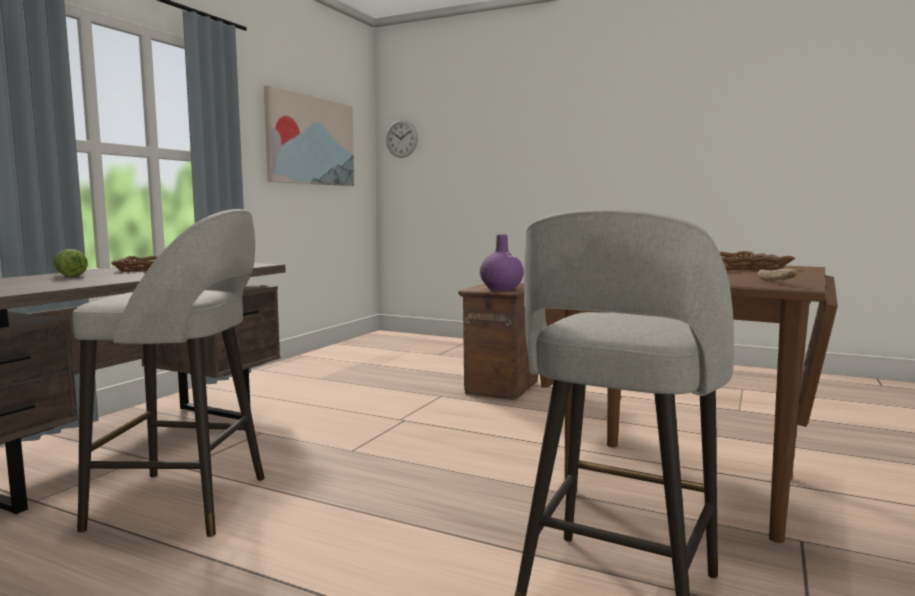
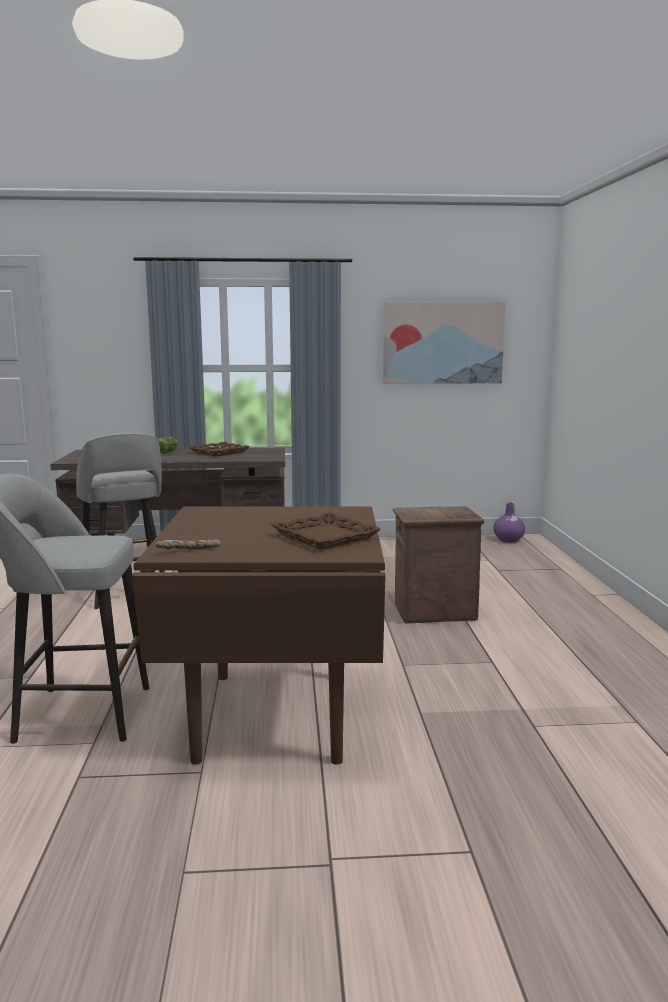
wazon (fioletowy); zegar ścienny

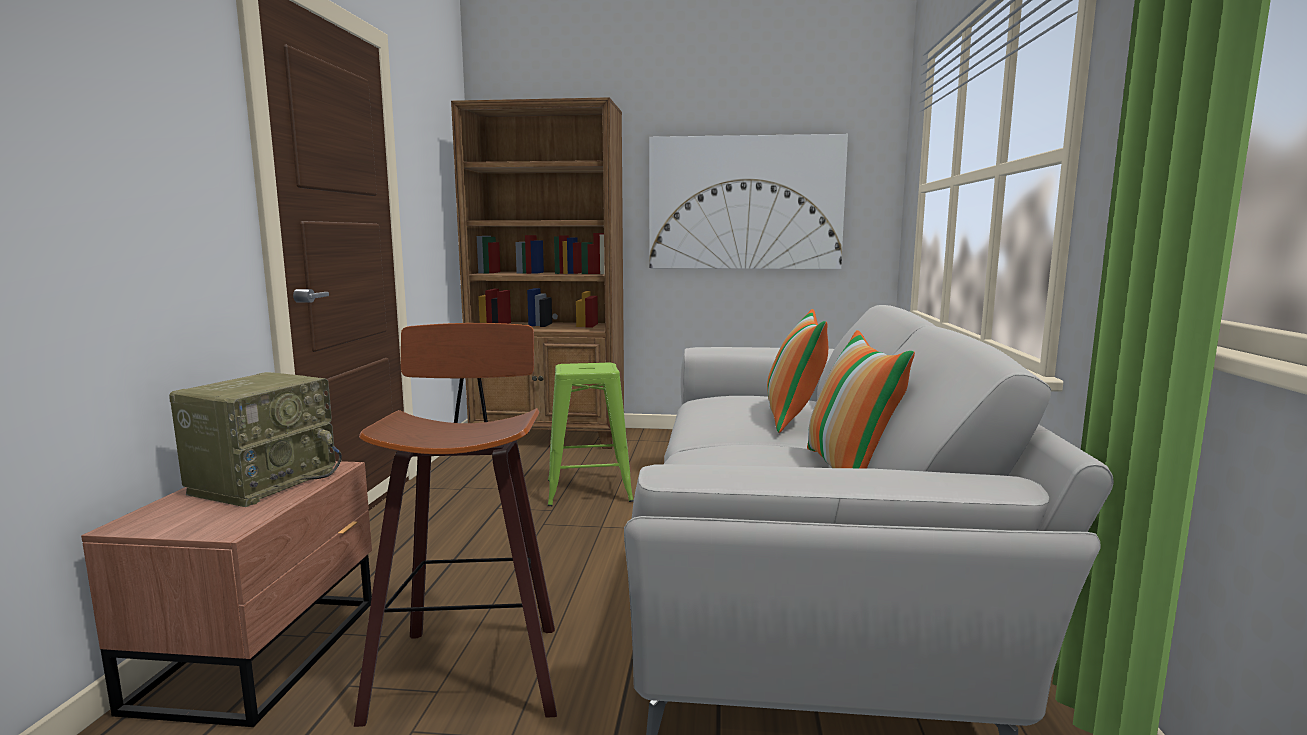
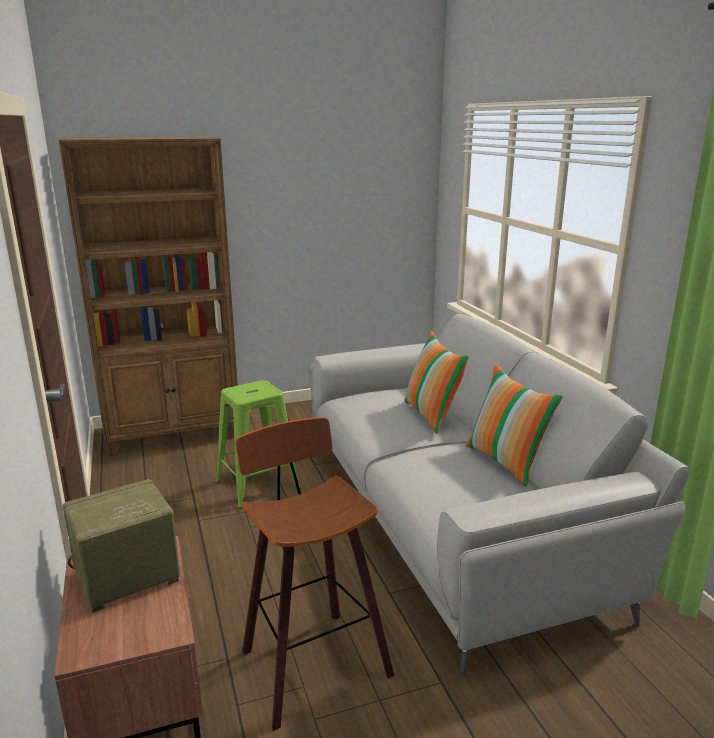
radio; obraz

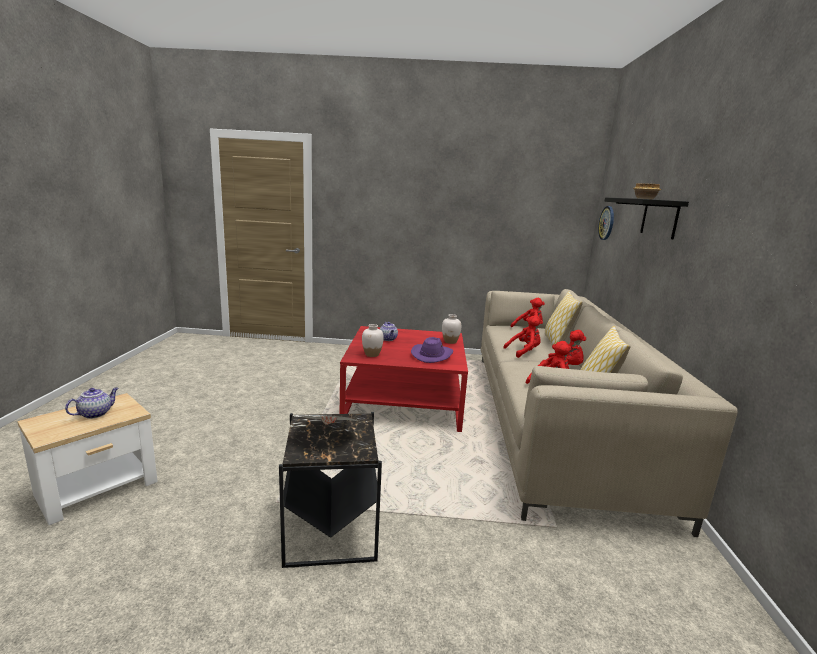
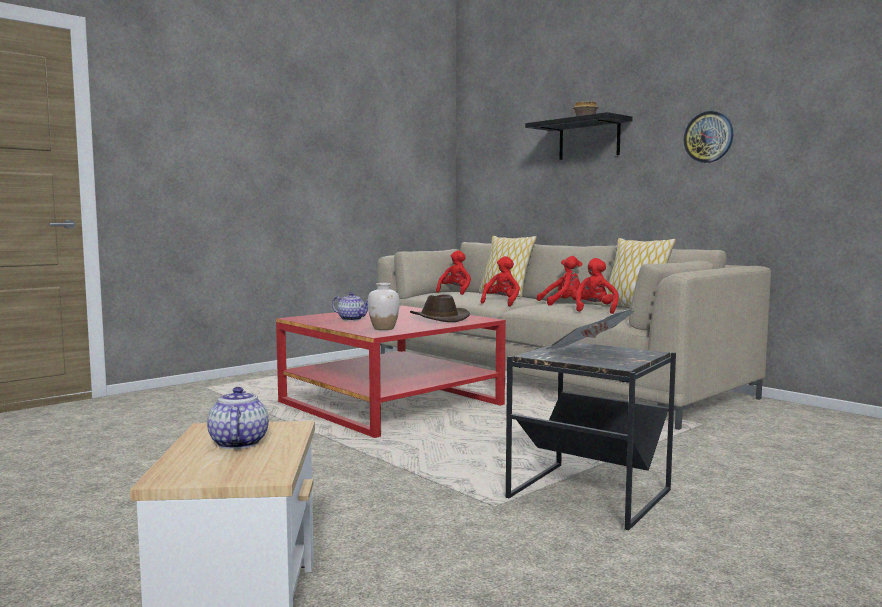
kapelusz (brązowy); zegar ścienny; wazon (biały) (2nd from left in the first image)

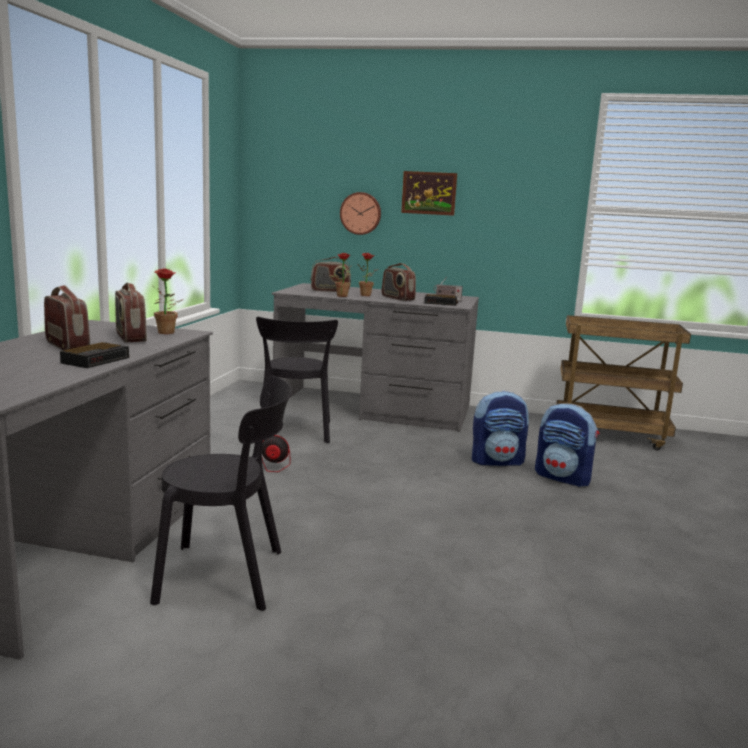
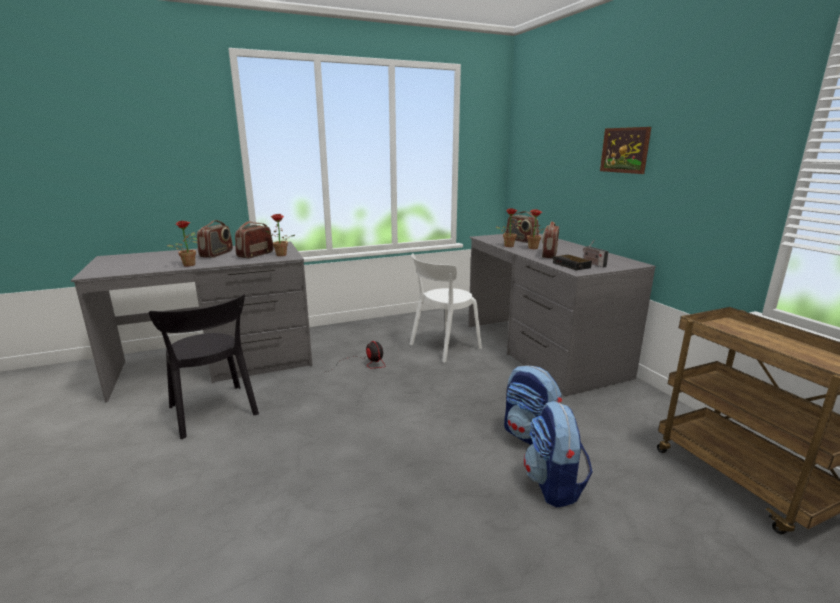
roślina doniczkowa (1st from left); krzesło (biały); zegar ścienny

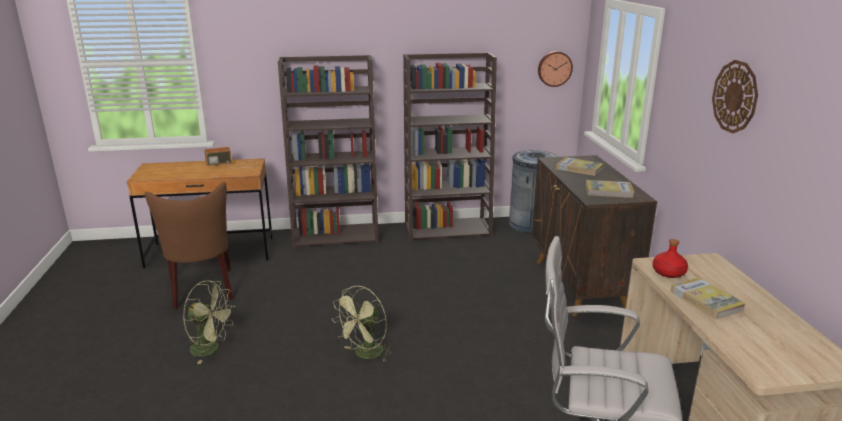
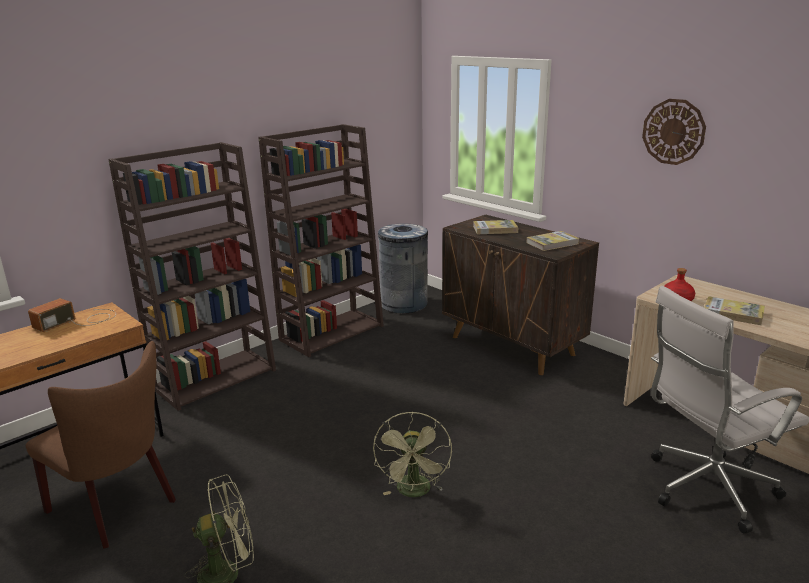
zegar ścienny (1st from left in the first image)

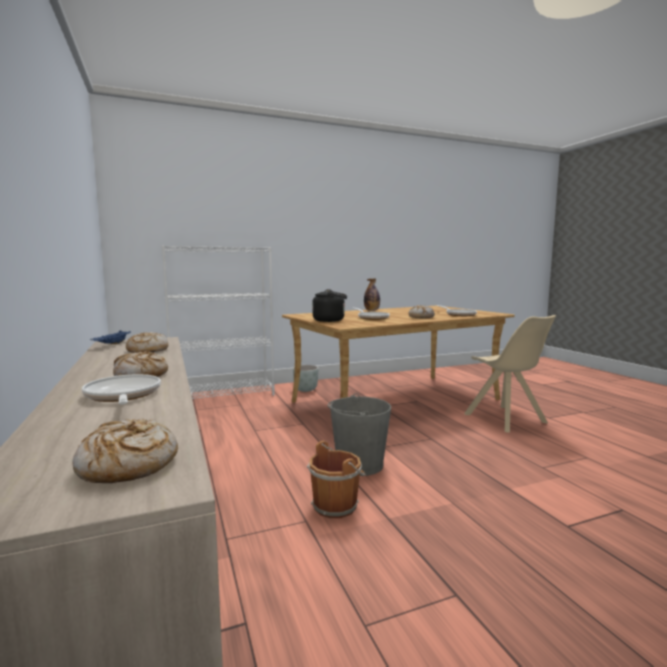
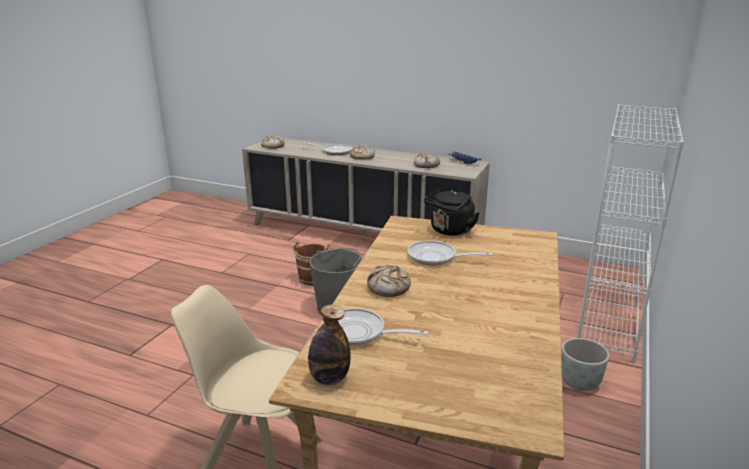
butelka

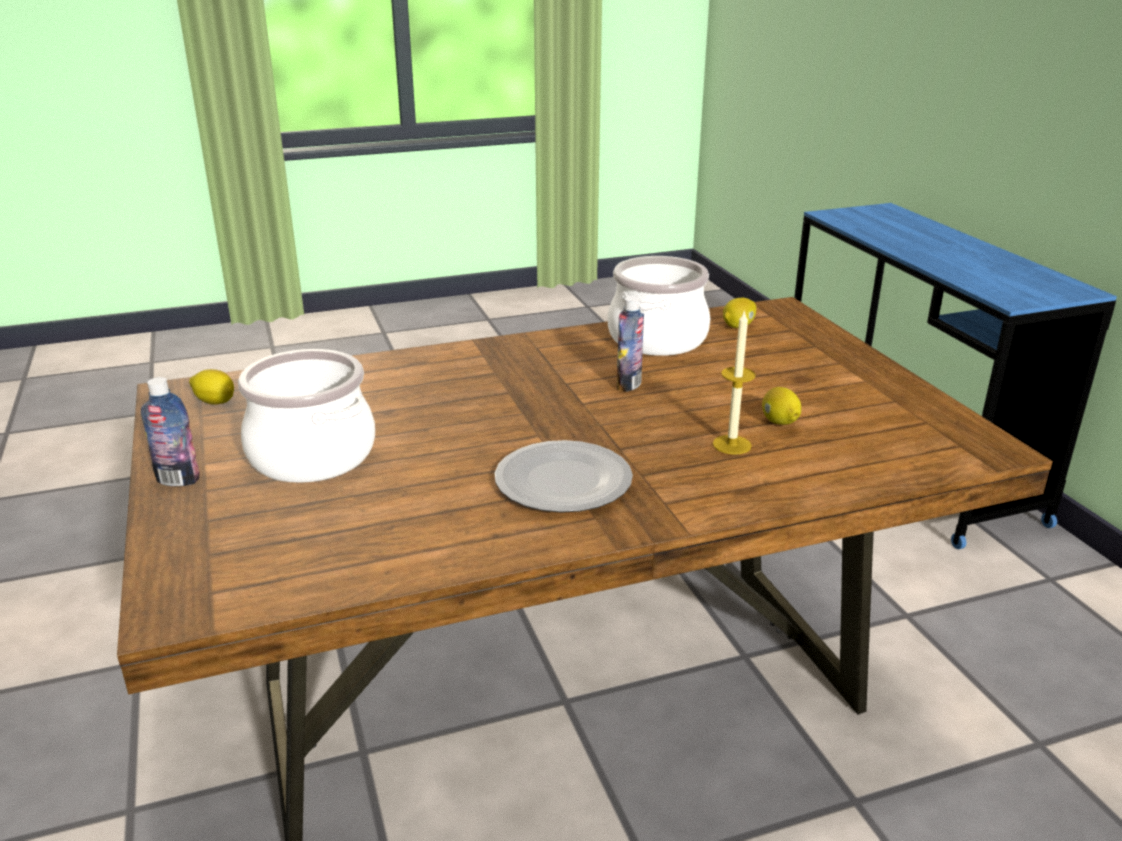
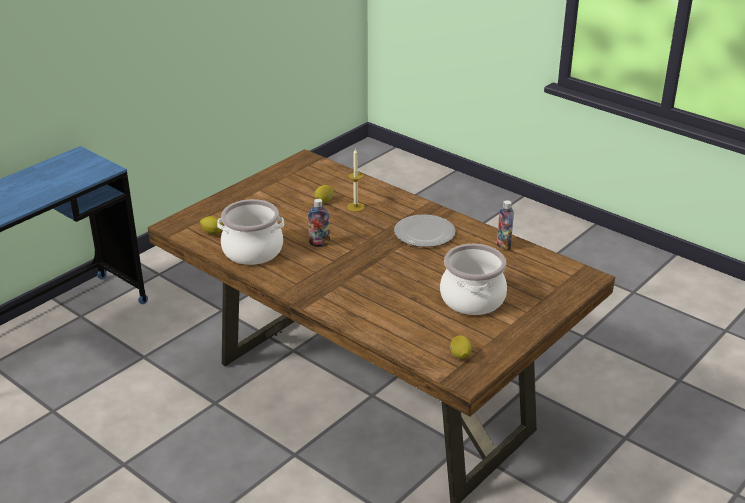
butelka (2nd from left)

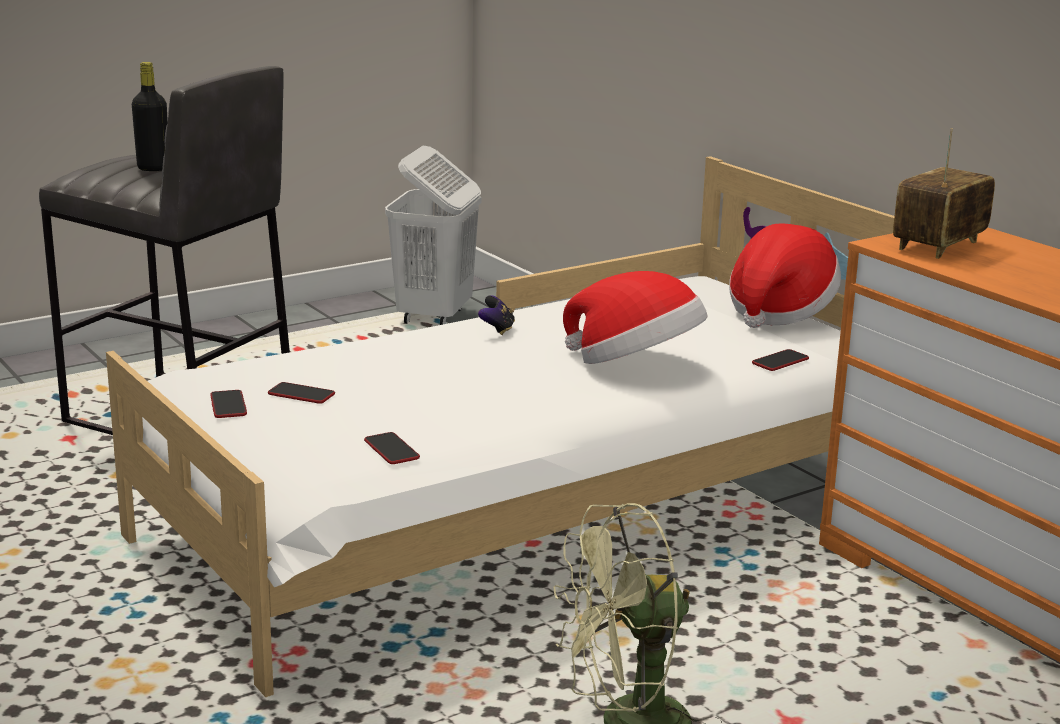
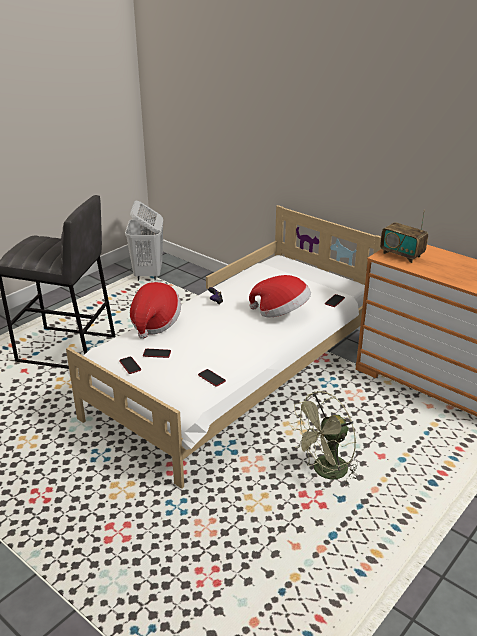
kapelusz (1st from left); radio; butelka (czarny)

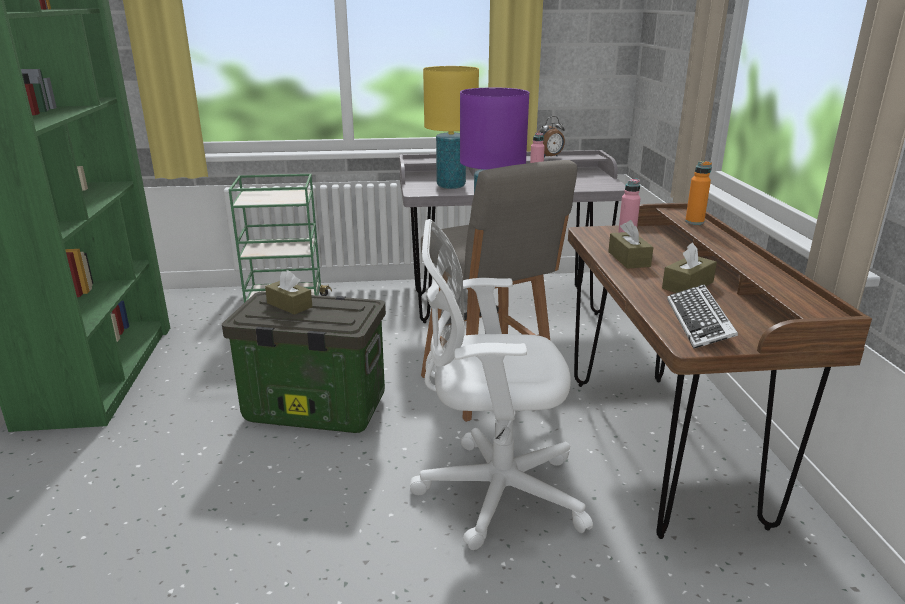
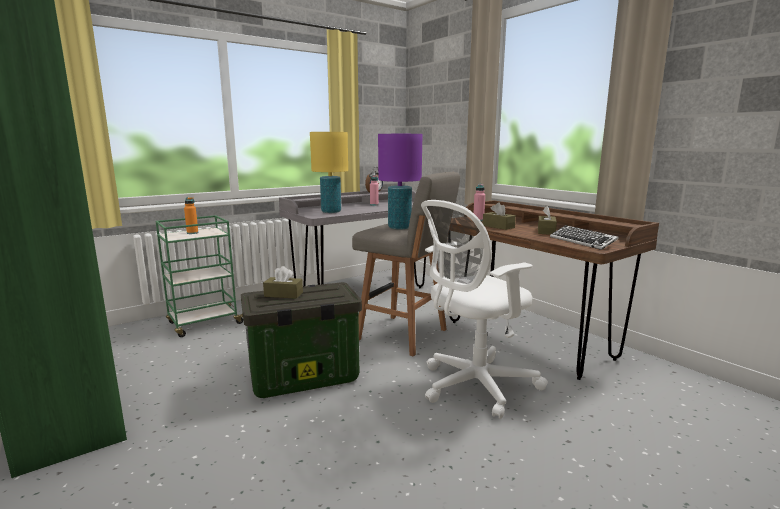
butelka (pomarańczowy)

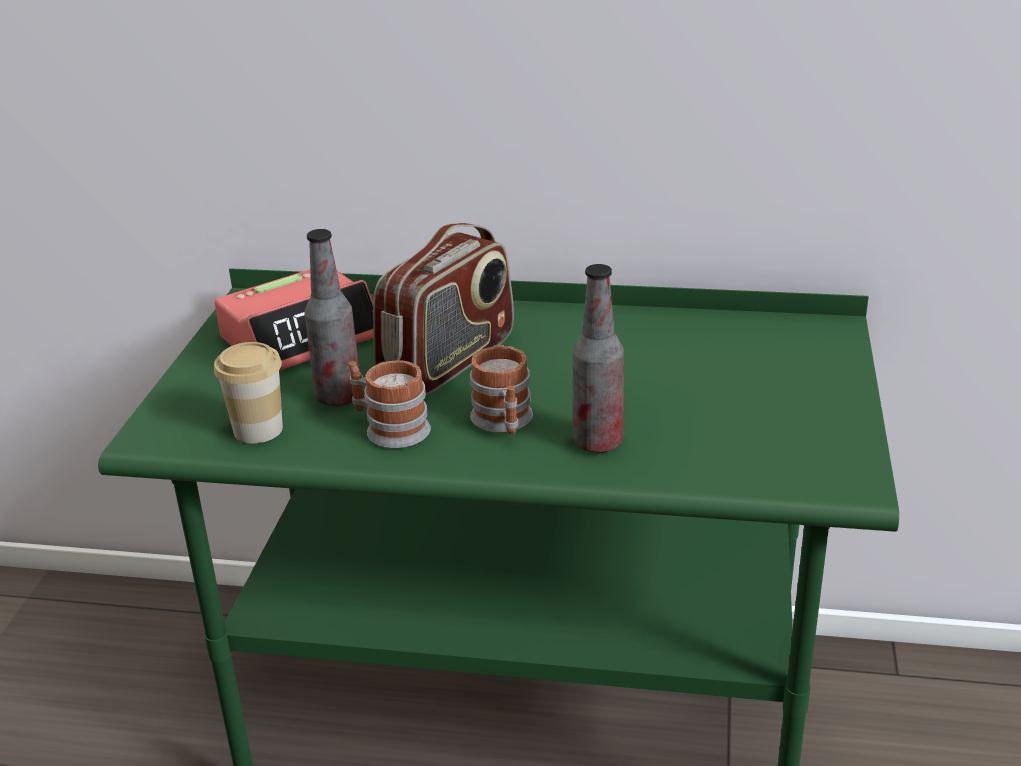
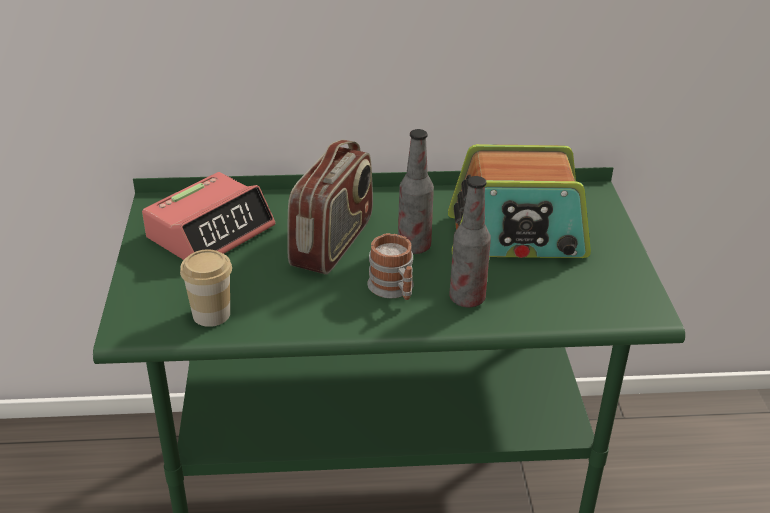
butelka (1st from left); radio (2nd from left); kubek (1st from left in the first image)

